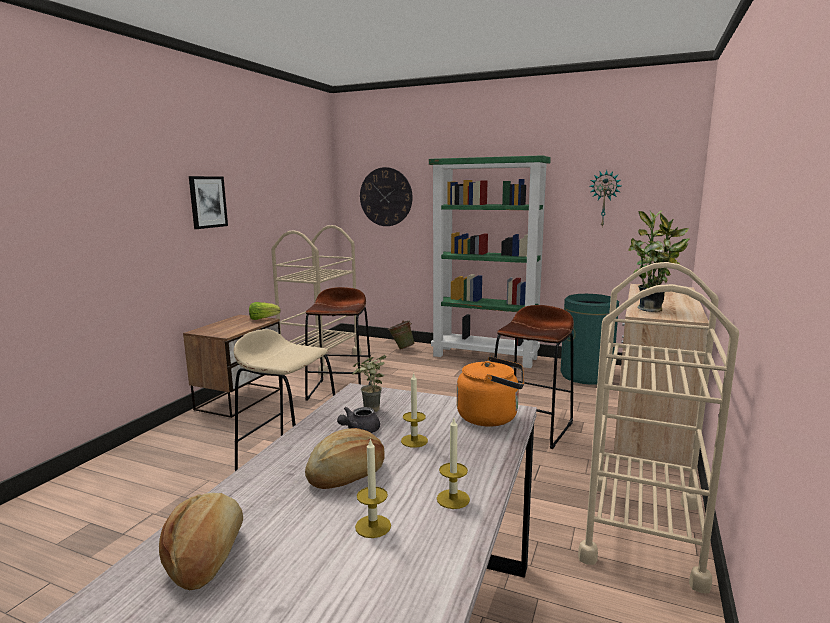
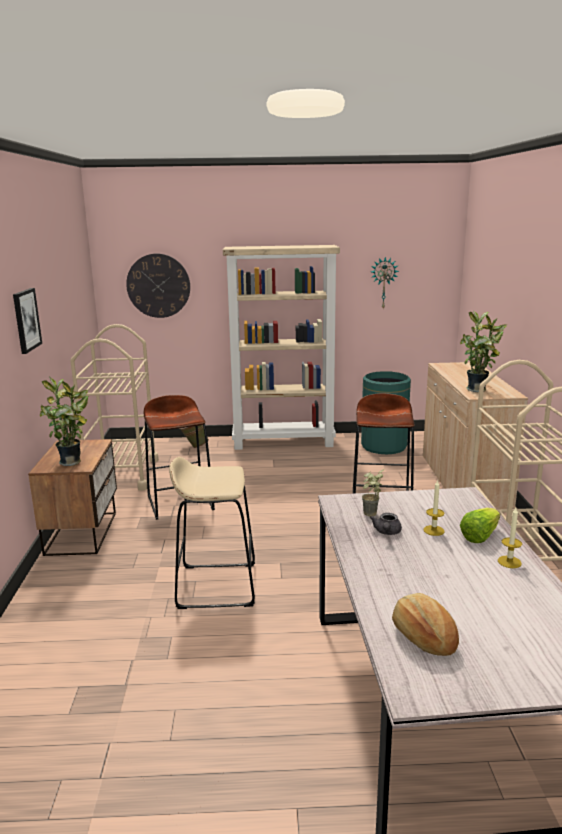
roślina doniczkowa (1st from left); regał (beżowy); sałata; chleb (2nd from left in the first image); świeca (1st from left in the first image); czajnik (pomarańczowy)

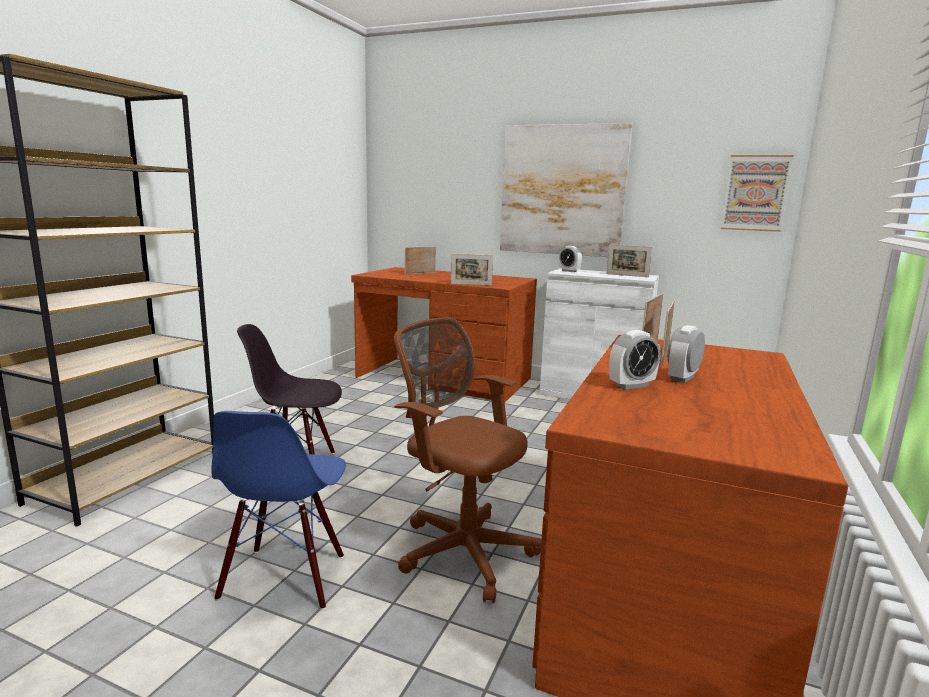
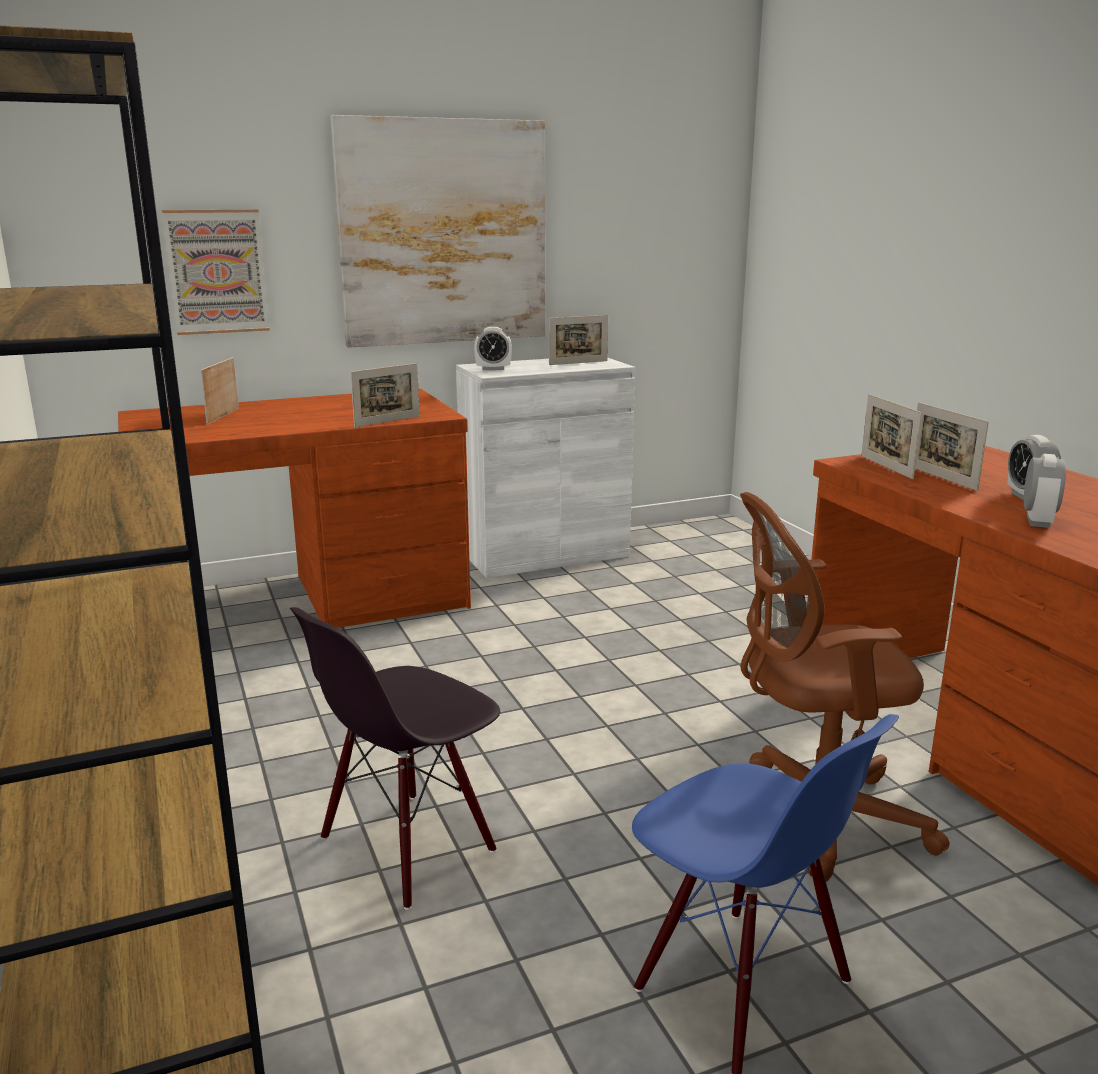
obraz (1st from left)

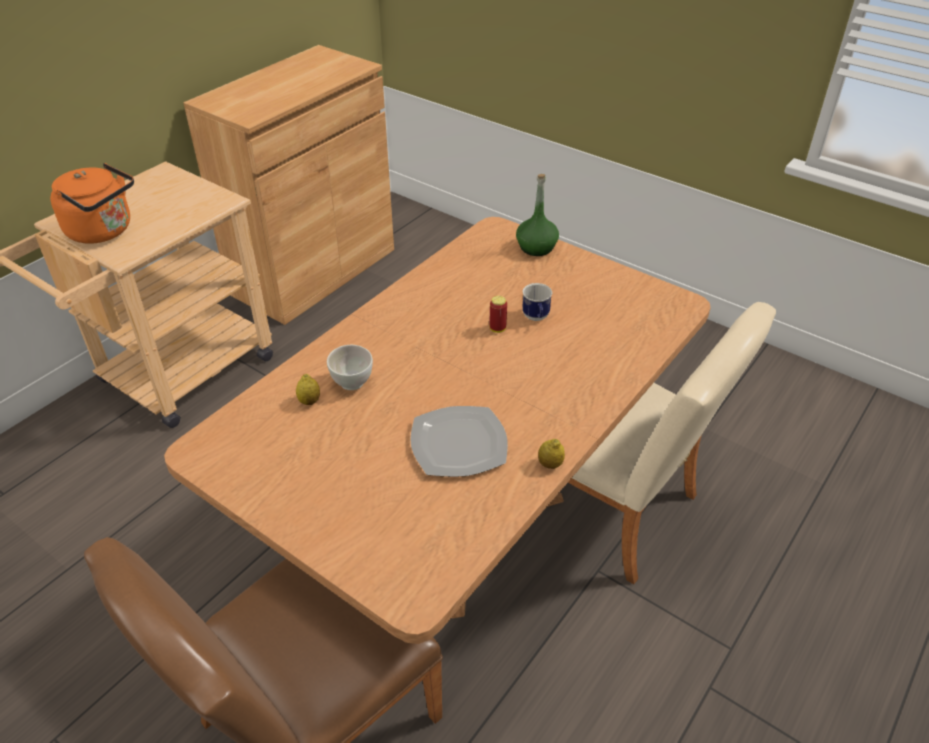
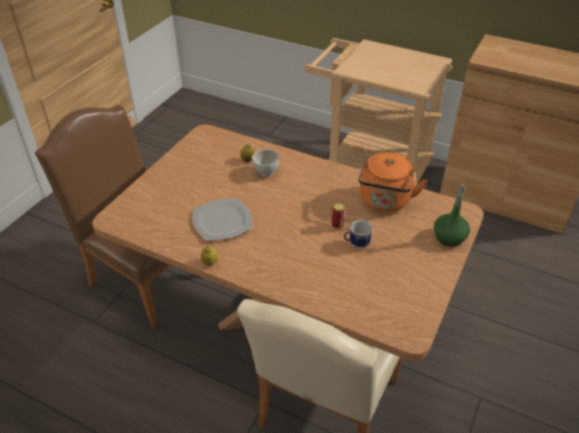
czajnik (pomarańczowy)

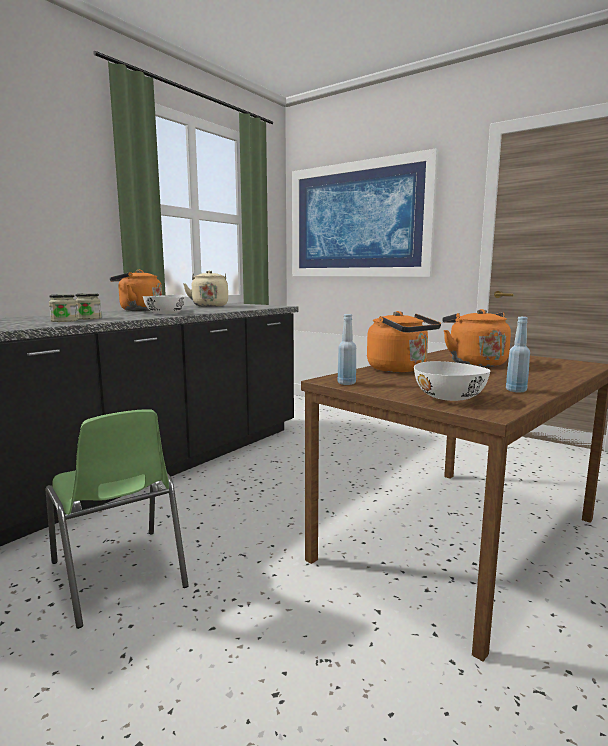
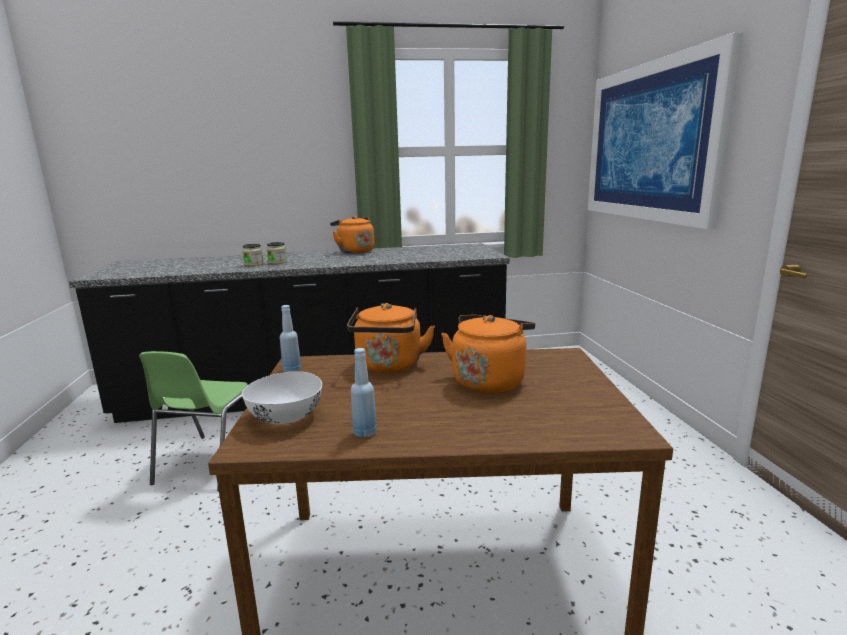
miska (biały) (1st from left in the first image); czajnik (beżowy)

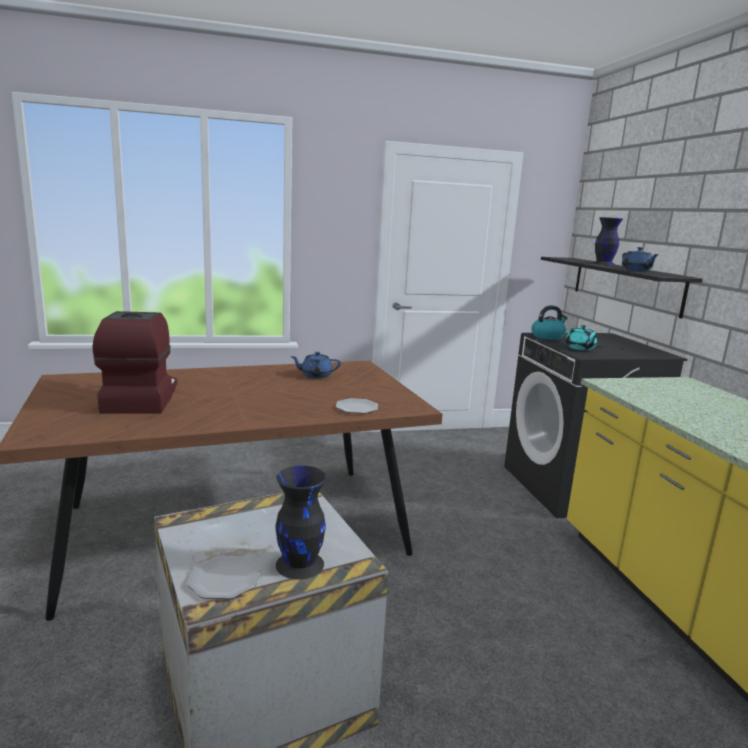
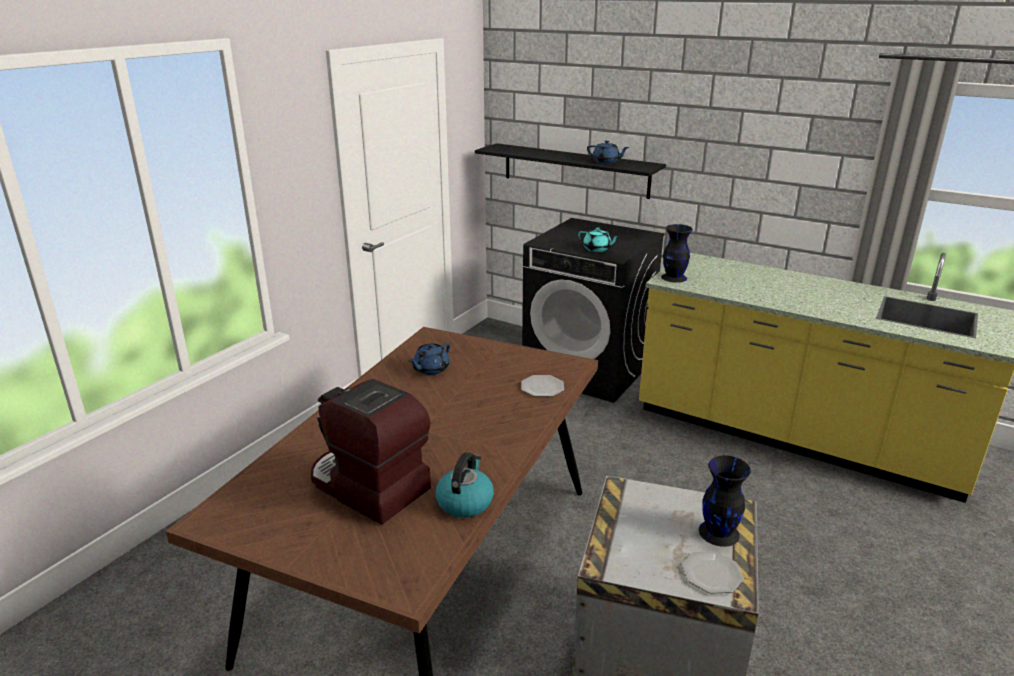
czajnik; wazon (czarny) (1st from left)

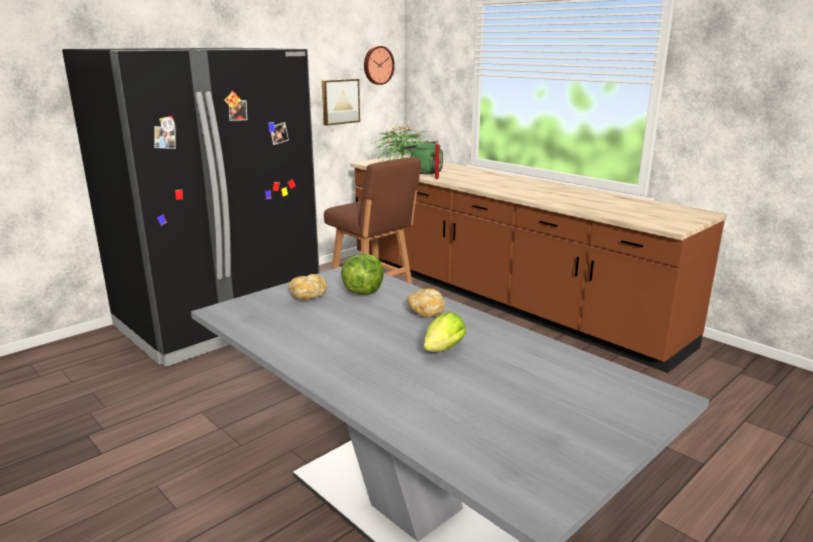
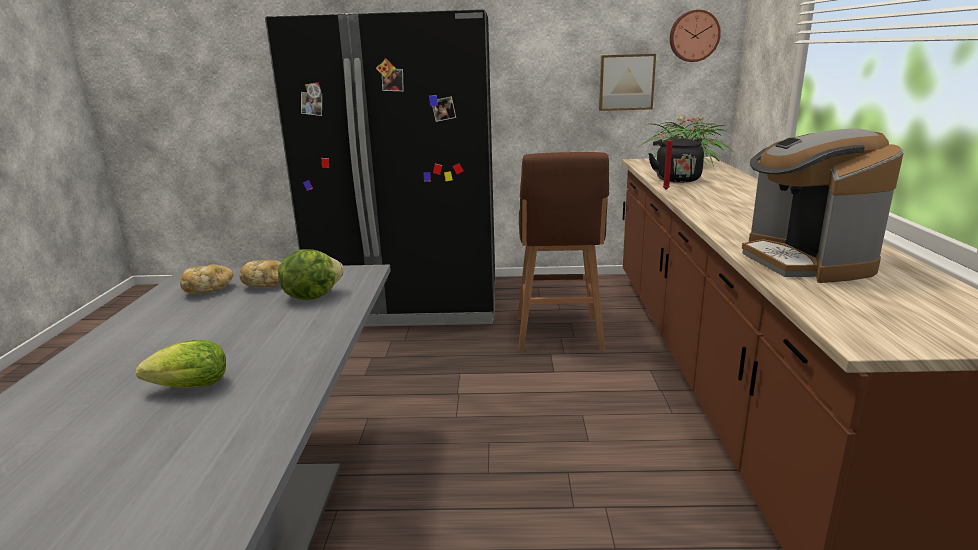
chleb (1st from left); czajnik (czarny); ekspres do kawy

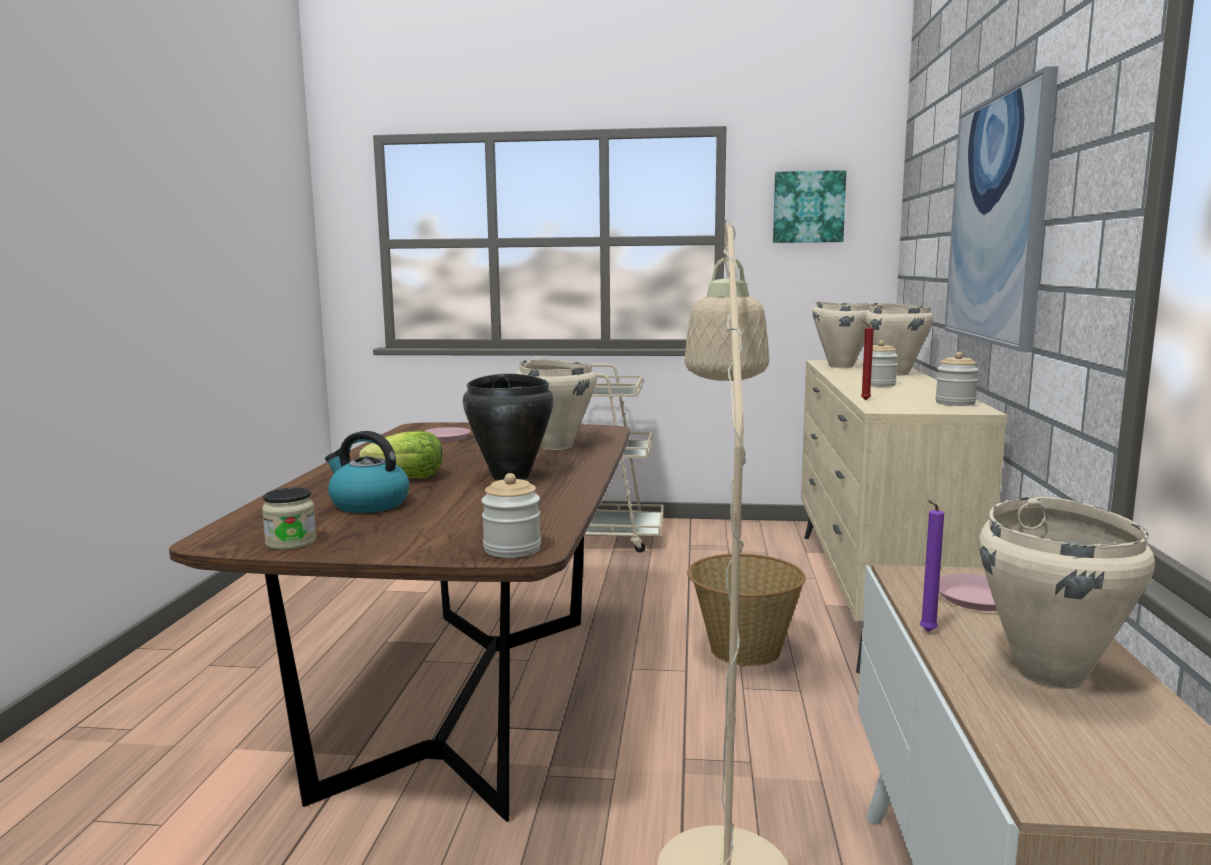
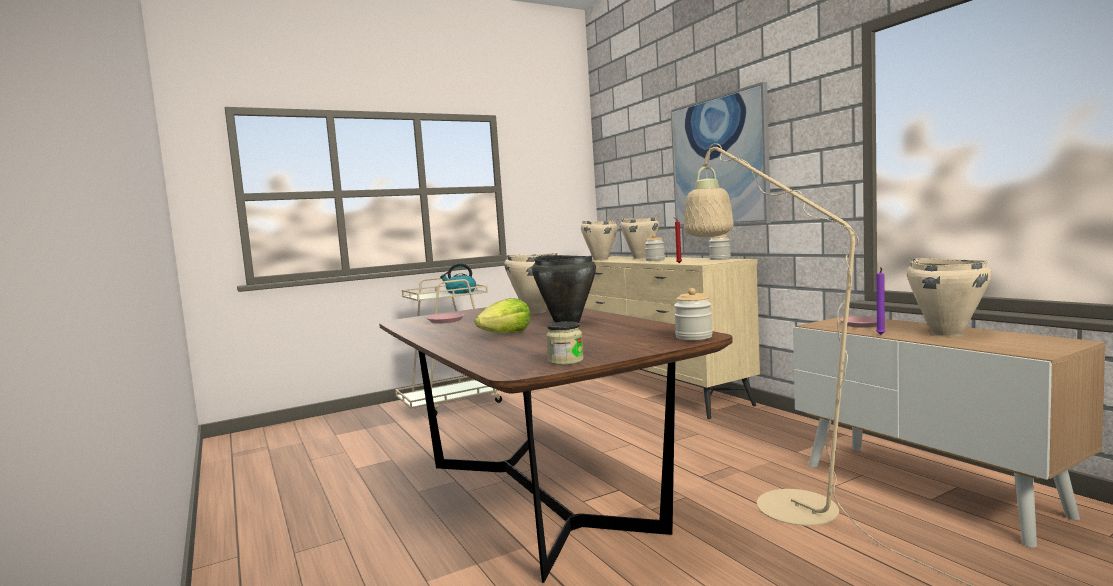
czajnik; koszyk; obraz (1st from left in the first image)

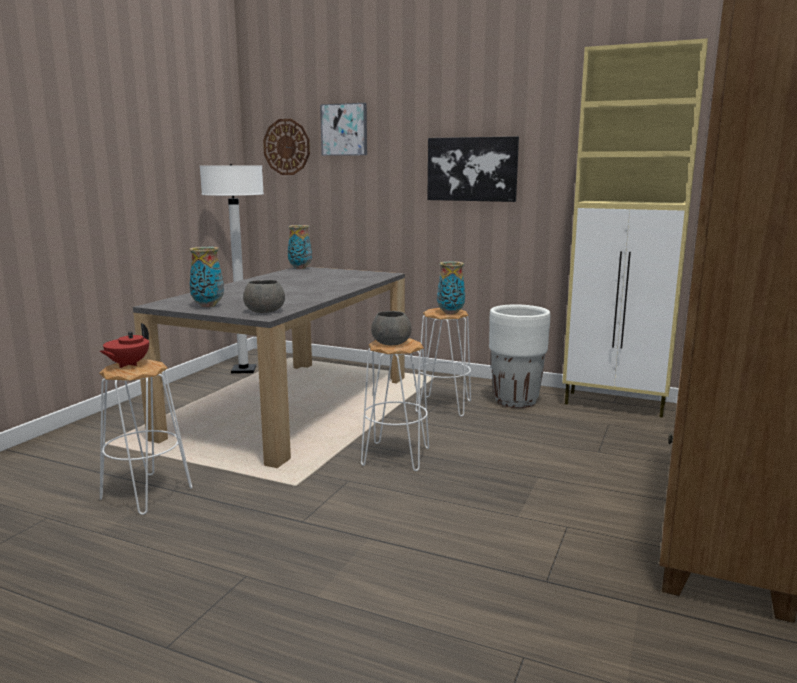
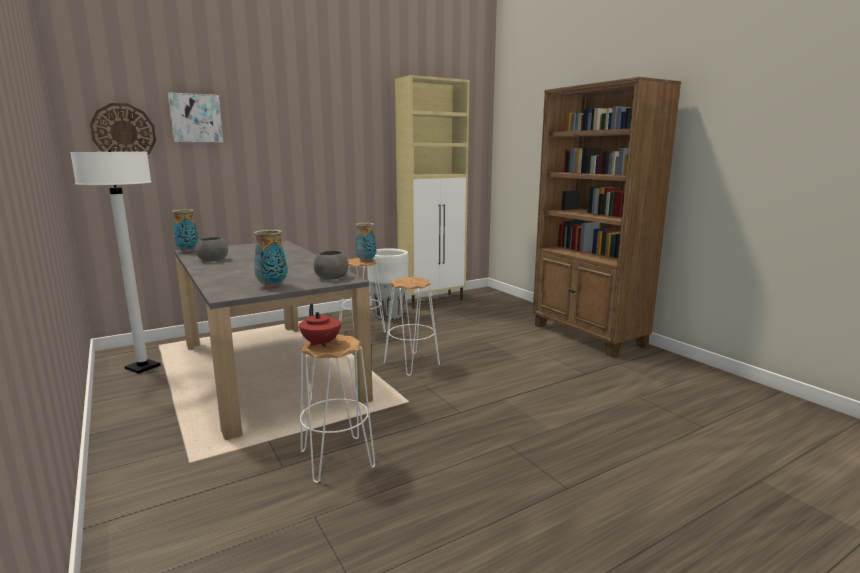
miska (szary) (1st from left); obraz (2nd from left in the first image)

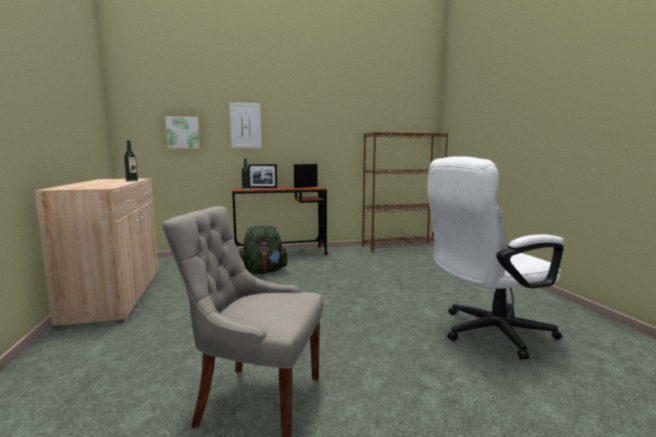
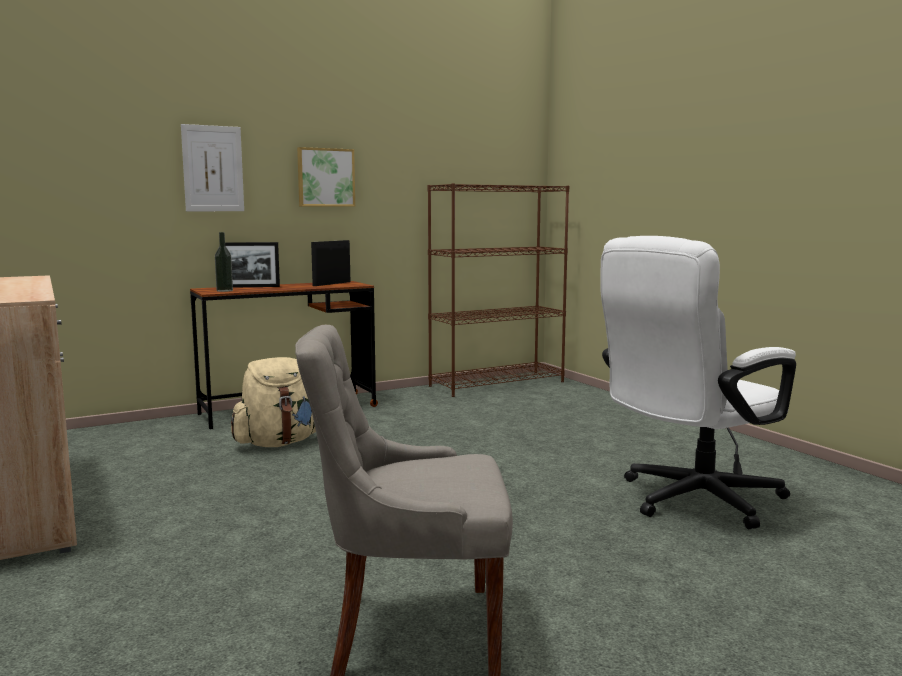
plecak (beżowy); obraz (2nd from left); butelka (1st from left in the first image)

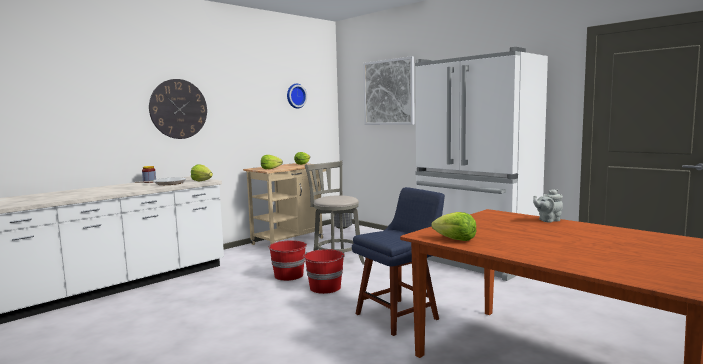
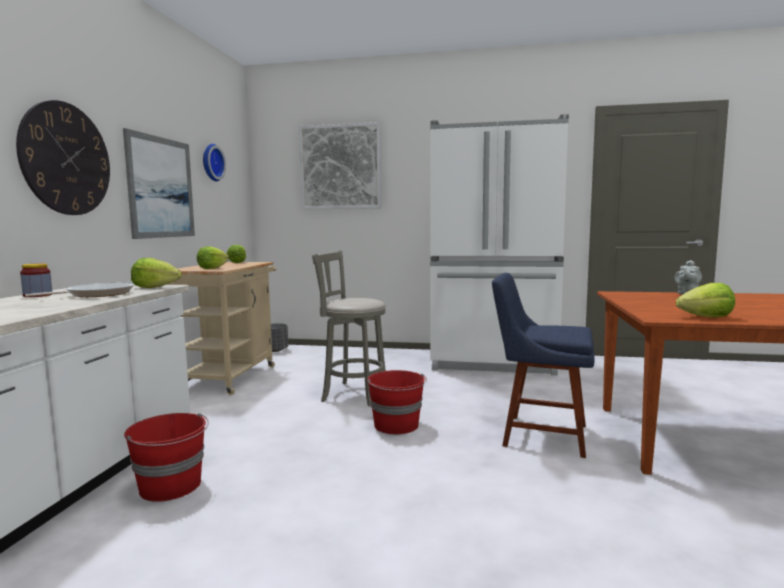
obraz (1st from left); wiadro (czerwony) (1st from left); krzesło (niebieski)

